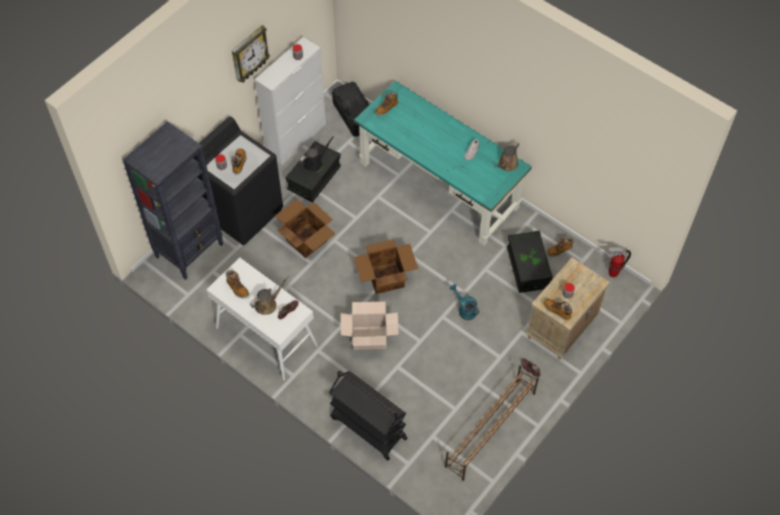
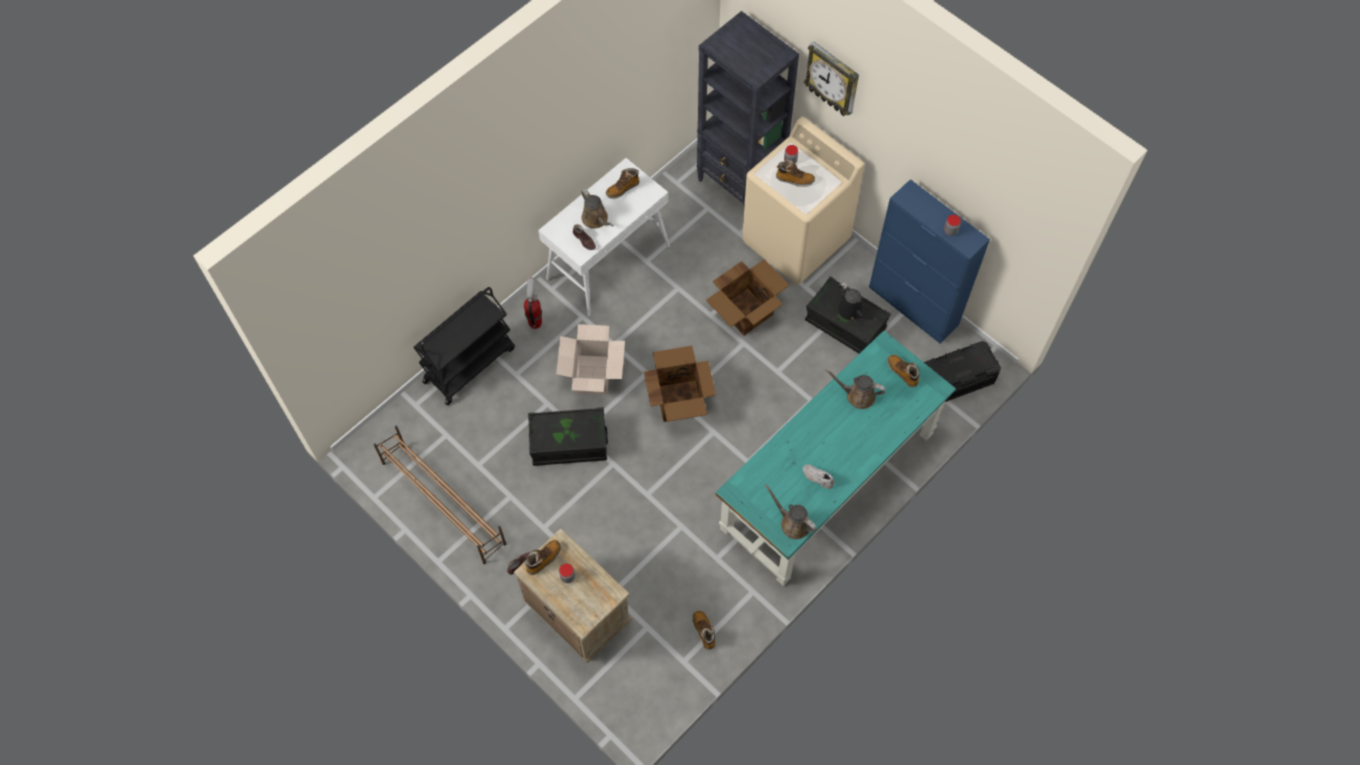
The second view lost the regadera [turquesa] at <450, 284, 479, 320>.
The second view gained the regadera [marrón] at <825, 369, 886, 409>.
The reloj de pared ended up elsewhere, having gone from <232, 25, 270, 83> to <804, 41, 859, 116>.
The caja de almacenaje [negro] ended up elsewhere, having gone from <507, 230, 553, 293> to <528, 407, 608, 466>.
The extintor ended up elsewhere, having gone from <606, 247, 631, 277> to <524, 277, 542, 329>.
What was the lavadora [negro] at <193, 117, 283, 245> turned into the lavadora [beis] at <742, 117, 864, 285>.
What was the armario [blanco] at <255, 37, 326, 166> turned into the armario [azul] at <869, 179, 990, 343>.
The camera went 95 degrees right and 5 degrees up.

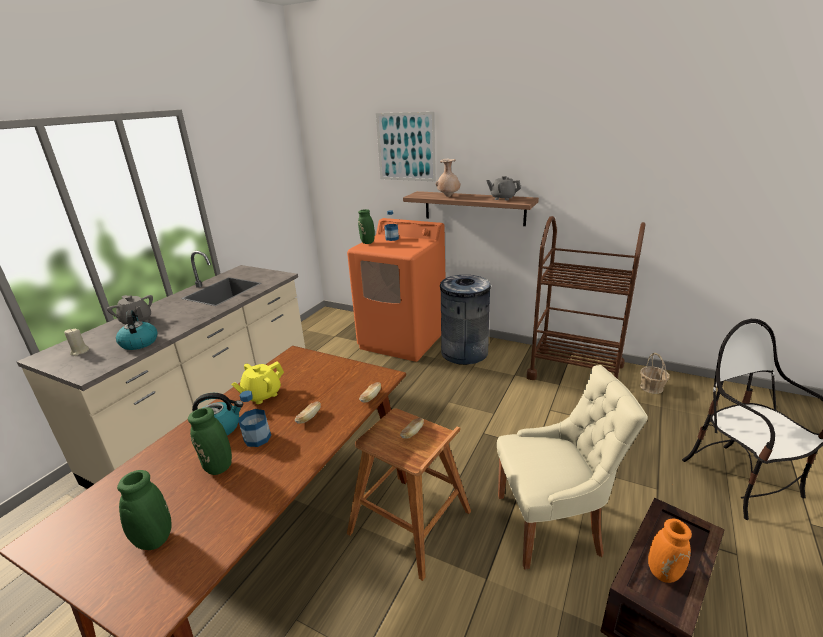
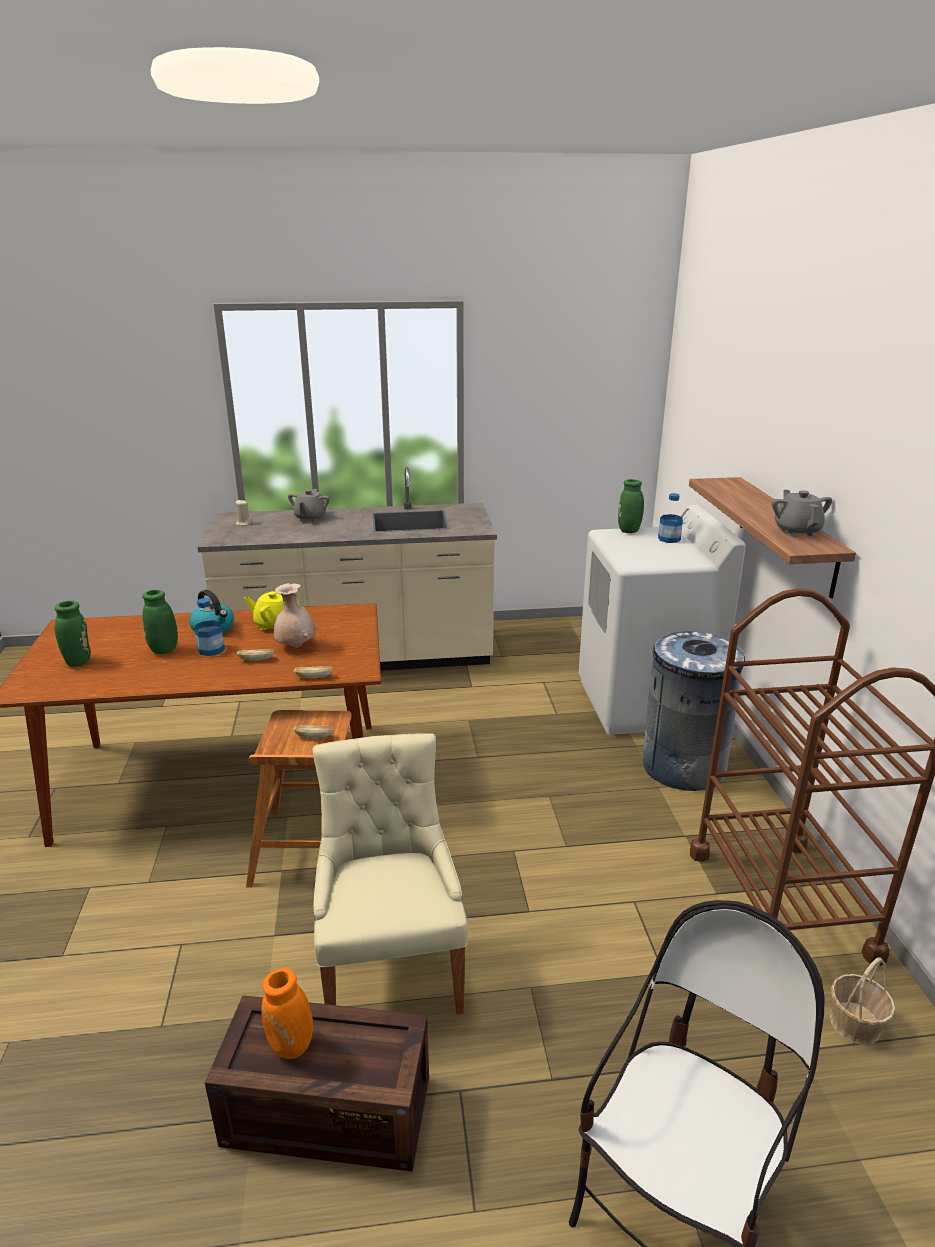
The second view lost the hervidor at <116, 310, 157, 350>.
The second view lost the cuadro at <376, 112, 436, 181>.
The florero [beis] ended up elsewhere, having gone from <436, 159, 461, 197> to <274, 583, 316, 648>.
What was the lavadora [naranja] at <347, 218, 445, 362> turned into the lavadora [blanco] at <579, 505, 746, 735>.
The silla [beis] at <497, 365, 648, 569> ended up facing another way, 150 degrees counterclockwise from before.
The camera went 55 degrees right and 0 degrees up.

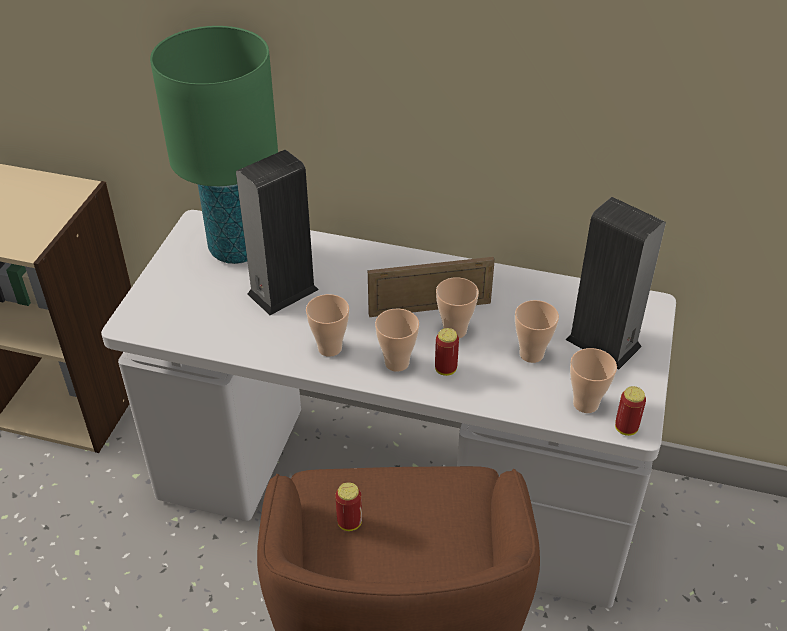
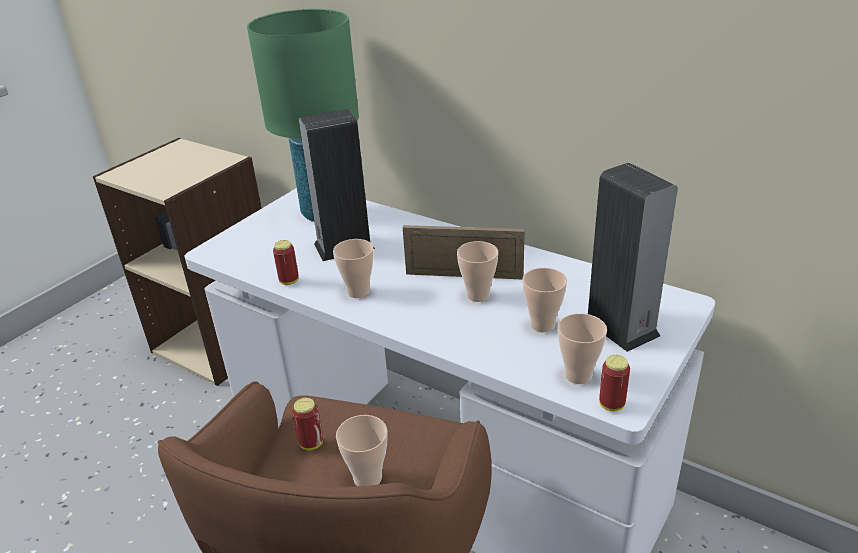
The taza ended up elsewhere, having gone from <375, 308, 419, 372> to <336, 415, 387, 486>.
The lata ended up elsewhere, having gone from <435, 328, 459, 376> to <273, 240, 299, 285>.
The camera went 20 degrees right and 10 degrees down.

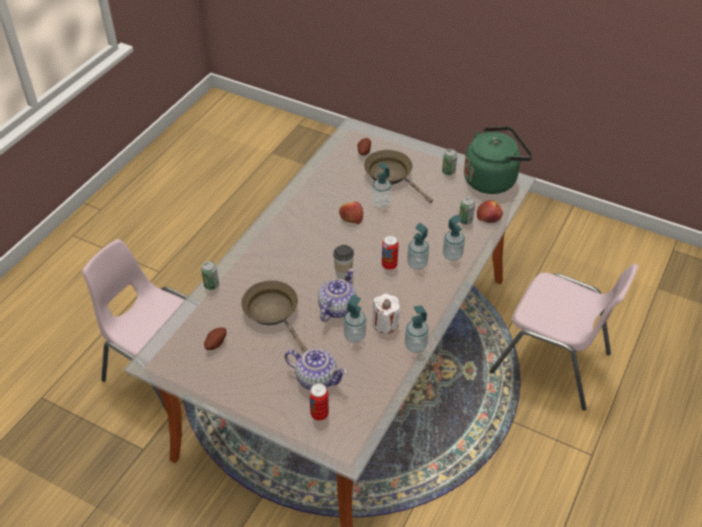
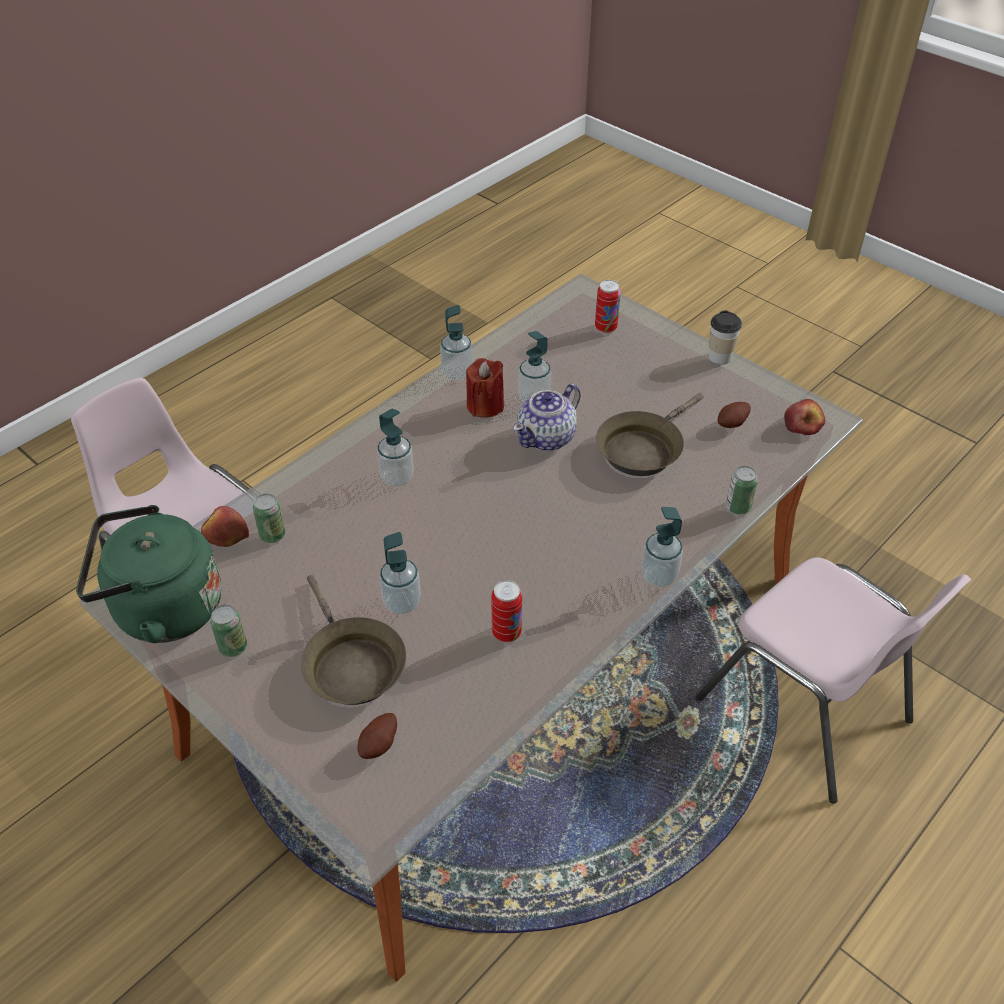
The second view lost the tetera at <285, 349, 348, 390>.
The taza ended up elsewhere, having gone from <333, 245, 354, 279> to <709, 311, 742, 364>.
The manzana ended up elsewhere, having gone from <339, 201, 363, 224> to <784, 399, 826, 435>.
The lata ended up elsewhere, having gone from <382, 235, 399, 270> to <491, 580, 522, 642>.
The dispensador de jabón ended up elsewhere, having gone from <443, 214, 465, 261> to <641, 507, 683, 587>.
What was the vela [blanco] at <372, 294, 401, 333> turned into the vela [rojo] at <466, 358, 504, 418>.
The sartén [marrón] at <241, 280, 308, 352> ended up facing another way, 60 degrees clockwise from before.
The camera went 165 degrees left and 0 degrees up.

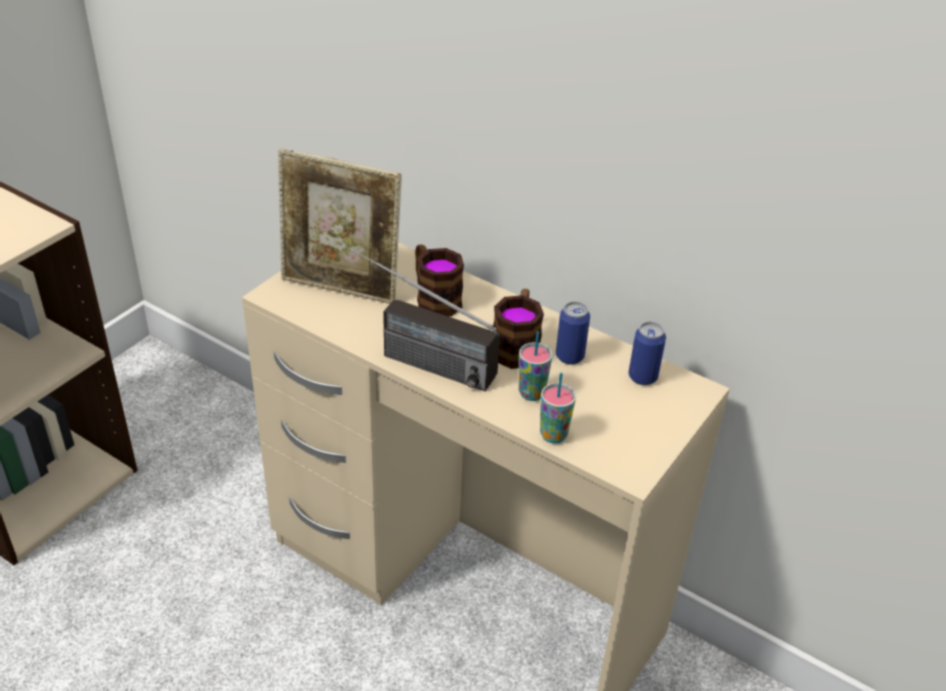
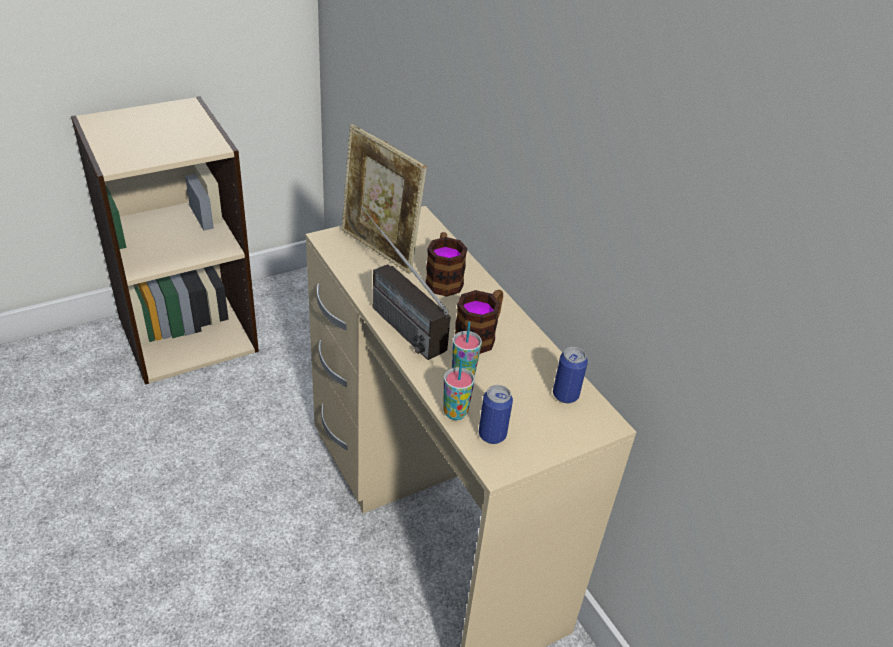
The lata ended up elsewhere, having gone from <556, 301, 590, 364> to <479, 385, 513, 444>.
The camera went 25 degrees right and 0 degrees up.

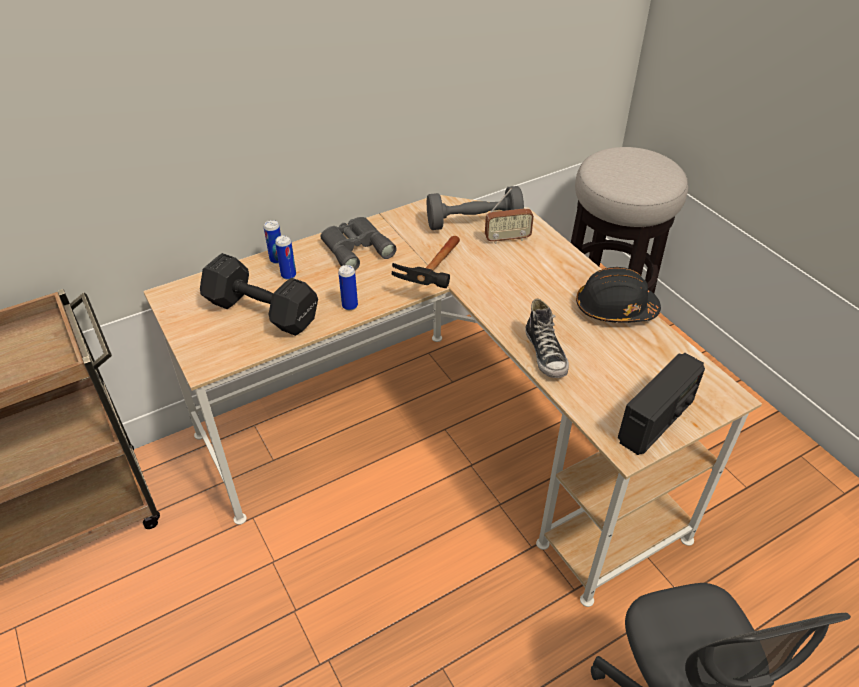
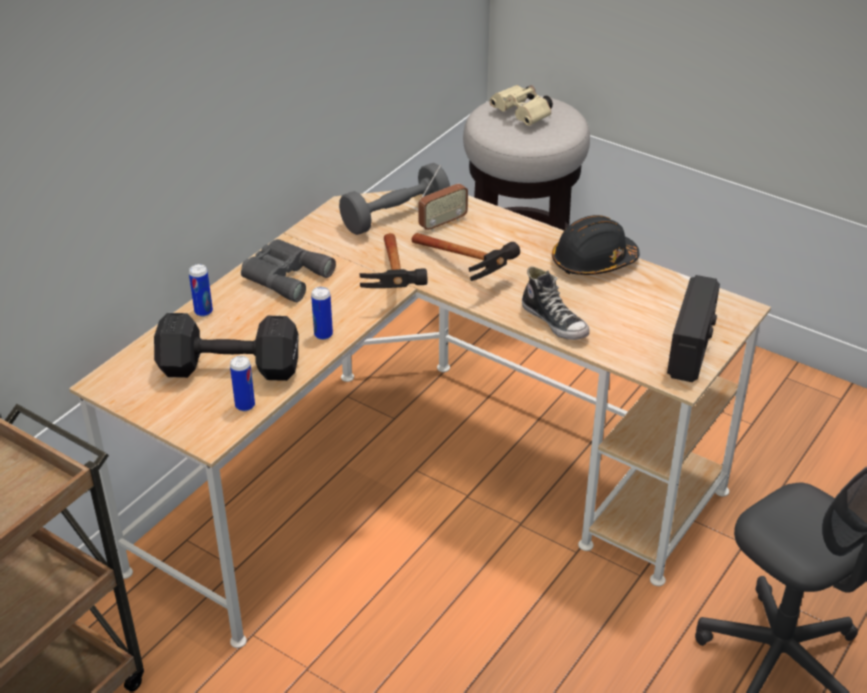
The second view gained the martillo at <411, 233, 520, 281>.
The second view gained the prismáticos [beis] at <489, 85, 553, 126>.
The lata ended up elsewhere, having gone from <275, 235, 296, 280> to <230, 356, 255, 411>.
The camera went 25 degrees left and 5 degrees down.

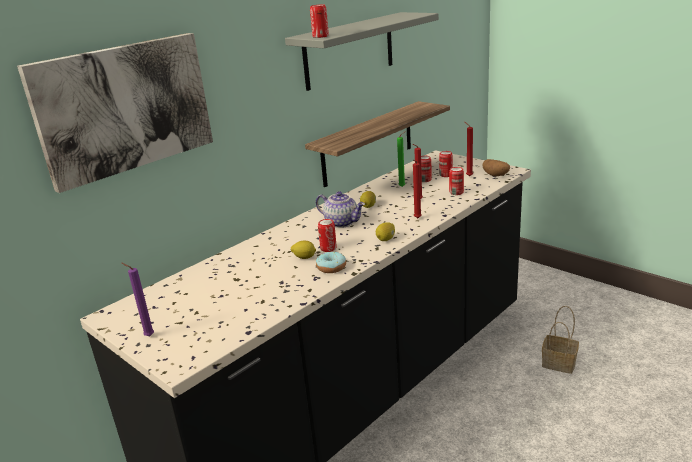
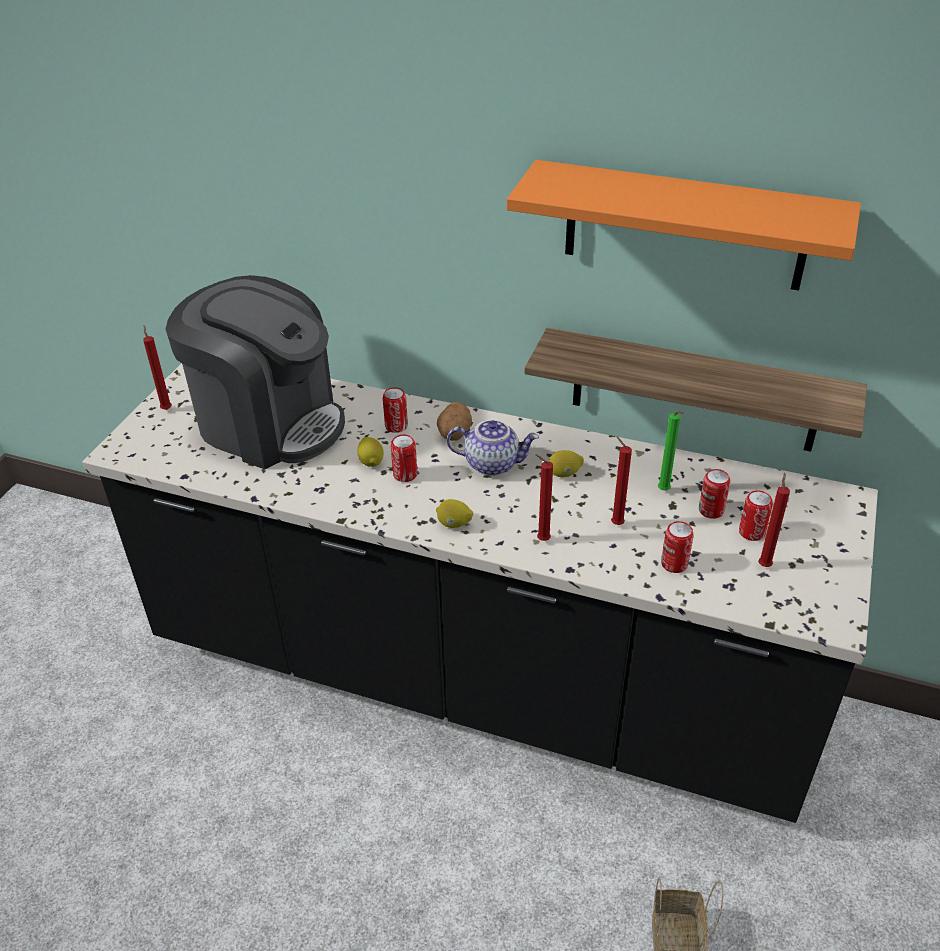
The second view lost the cuadro at <17, 33, 213, 193>.
The second view lost the rosquilla at <316, 252, 346, 273>.
The second view gained the cafetera at <166, 275, 345, 469>.
The lata ended up elsewhere, having gone from <310, 4, 329, 38> to <383, 387, 408, 433>.
The patata ended up elsewhere, having gone from <482, 159, 510, 177> to <437, 402, 472, 441>.
What was the vela [morado] at <121, 263, 154, 336> turned into the vela [rojo] at <143, 325, 172, 410>.
What was the estante [gris] at <285, 12, 439, 91> turned into the estante [naranja] at <507, 160, 861, 290>.
The tetera at <316, 191, 365, 228> ended up facing another way, 90 degrees counterclockwise from before.
The camera went 65 degrees right and 15 degrees up.

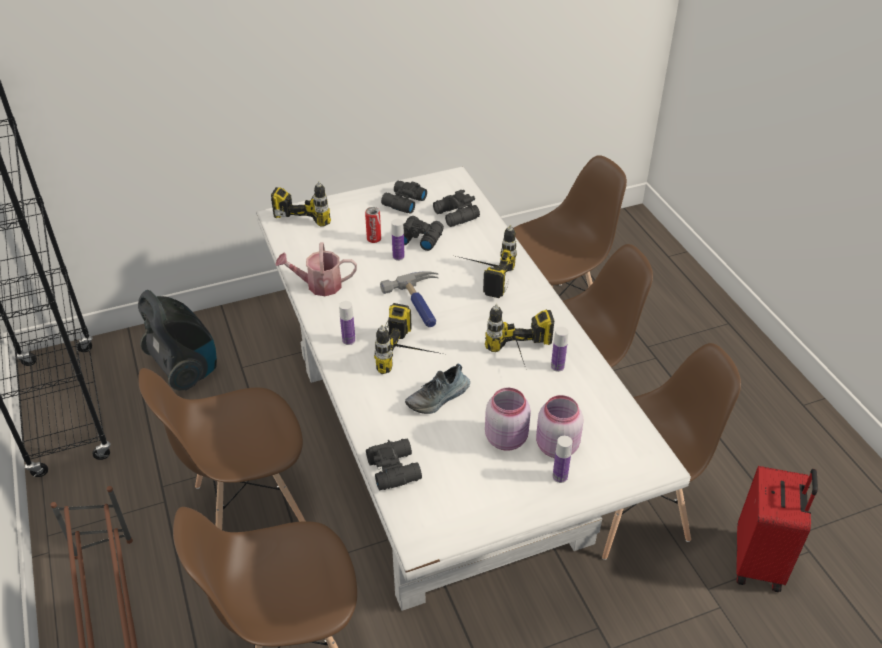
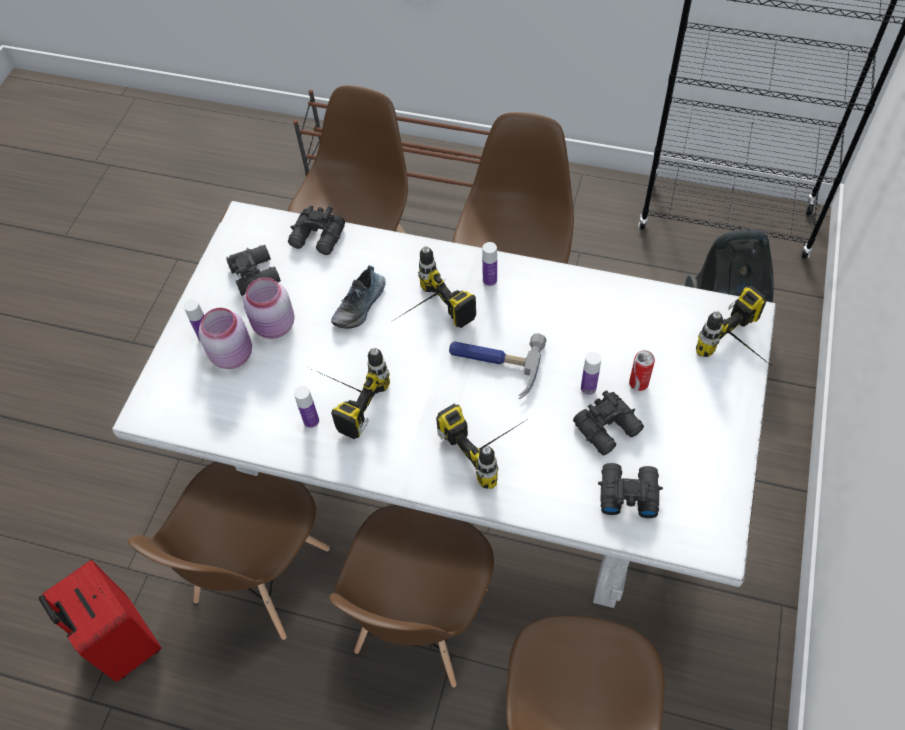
The second view lost the regadera at <275, 242, 357, 296>.
The prismáticos [negro] ended up elsewhere, having gone from <381, 181, 427, 214> to <226, 245, 281, 296>.
The zapato at <405, 363, 470, 414> ended up facing another way, 150 degrees counterclockwise from before.
The camera went 130 degrees right and 15 degrees up.

